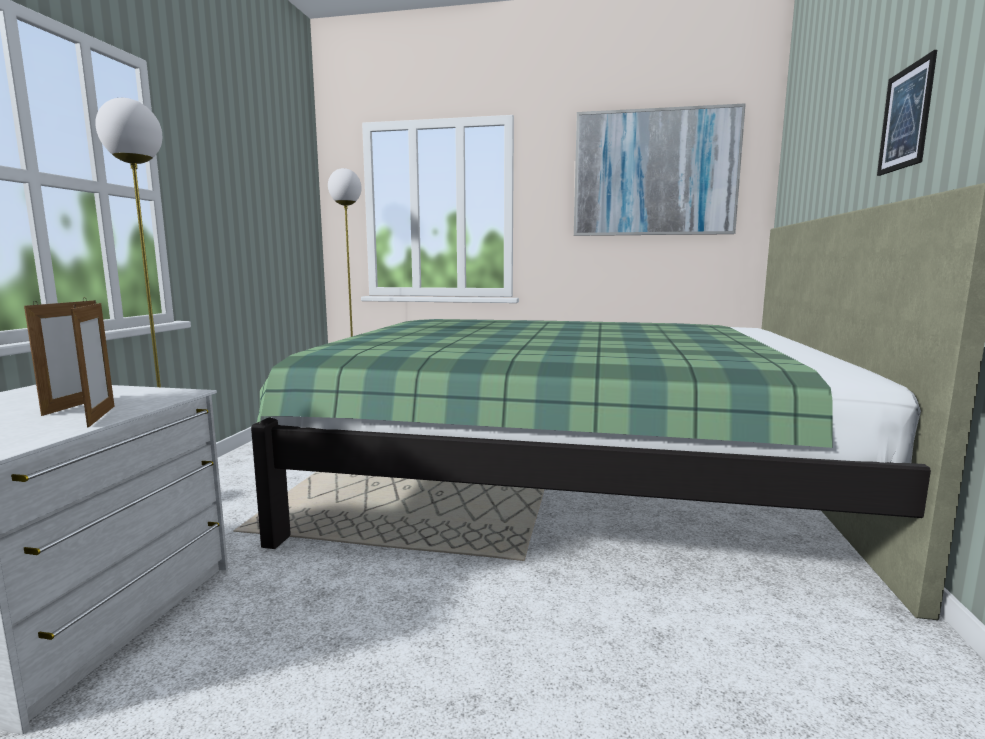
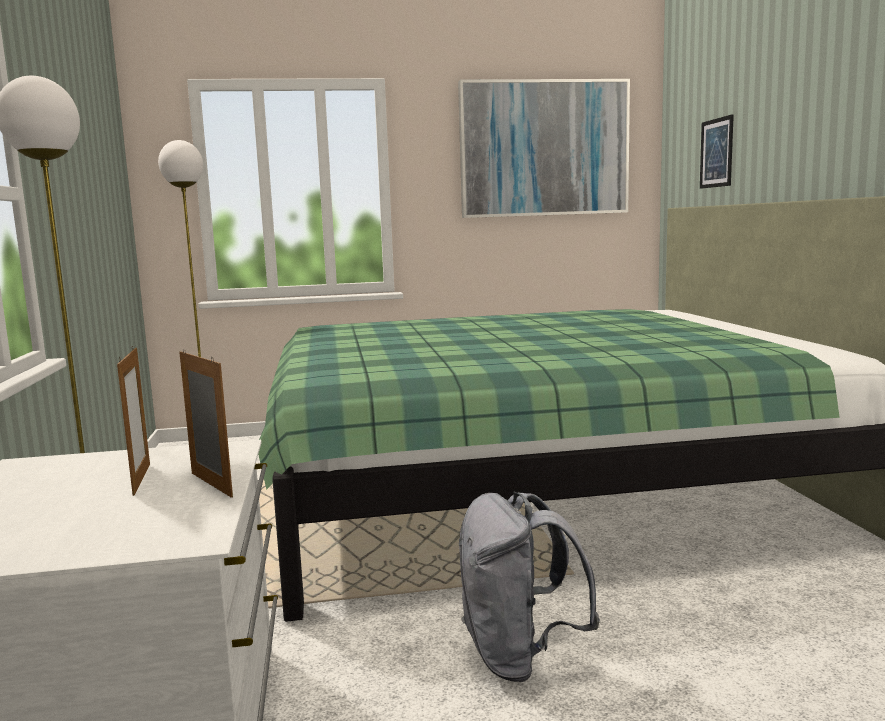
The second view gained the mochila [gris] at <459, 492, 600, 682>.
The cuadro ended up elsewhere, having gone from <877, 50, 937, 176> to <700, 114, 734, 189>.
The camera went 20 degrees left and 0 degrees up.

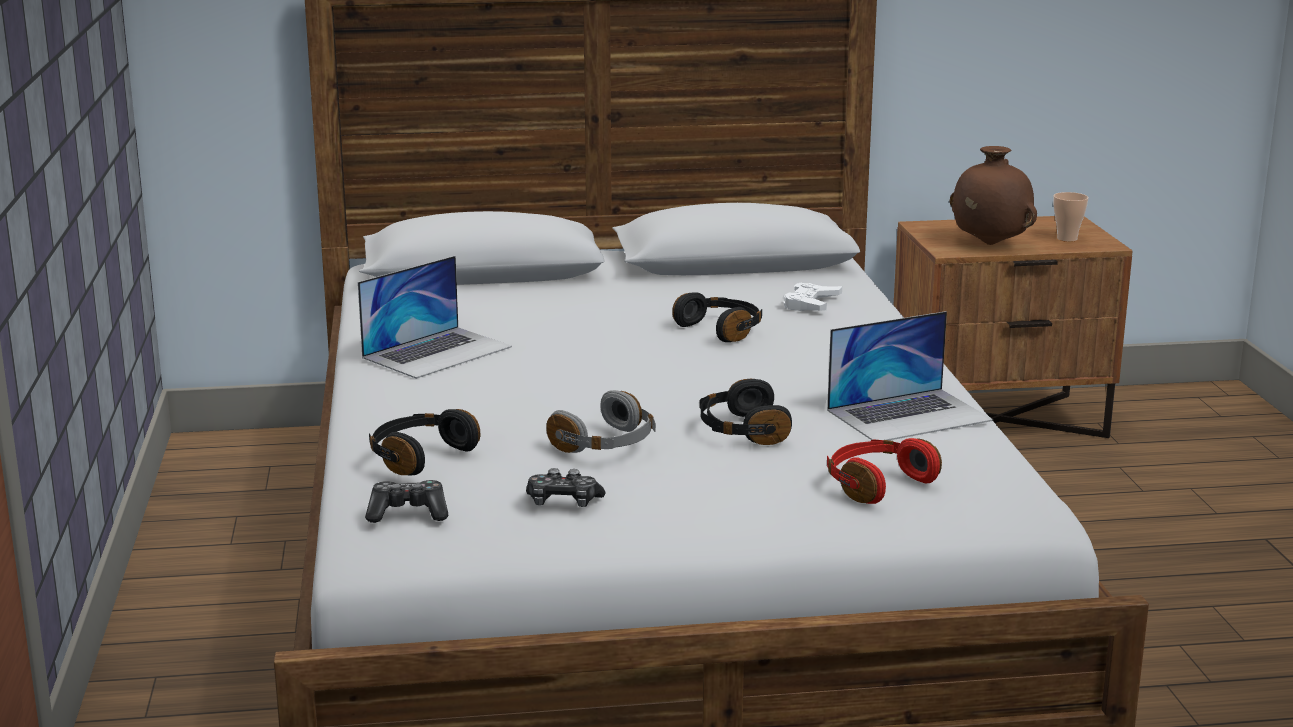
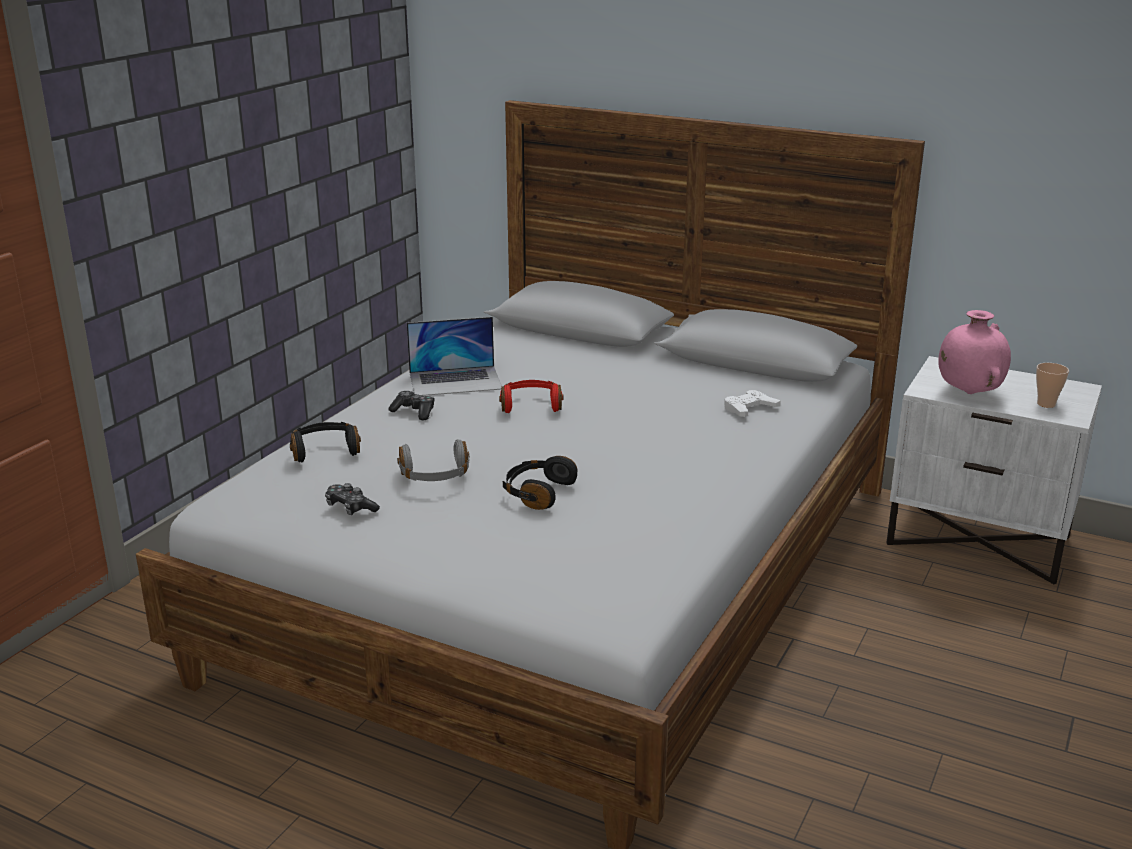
The second view lost the auriculares [negro] at <672, 292, 762, 342>.
The second view lost the portátil at <827, 311, 993, 440>.
The mando de consola ended up elsewhere, having gone from <365, 480, 448, 523> to <388, 391, 434, 421>.
The auriculares [rojo] ended up elsewhere, having gone from <827, 438, 942, 504> to <499, 380, 564, 413>.
What was the mesita de noche [marrón] at <894, 216, 1133, 438> turned into the mesita de noche [blanco] at <886, 356, 1102, 584>.
What was the florero [marrón] at <950, 146, 1037, 245> turned into the florero [rosa] at <939, 310, 1011, 394>.
The camera went 35 degrees right and 5 degrees up.

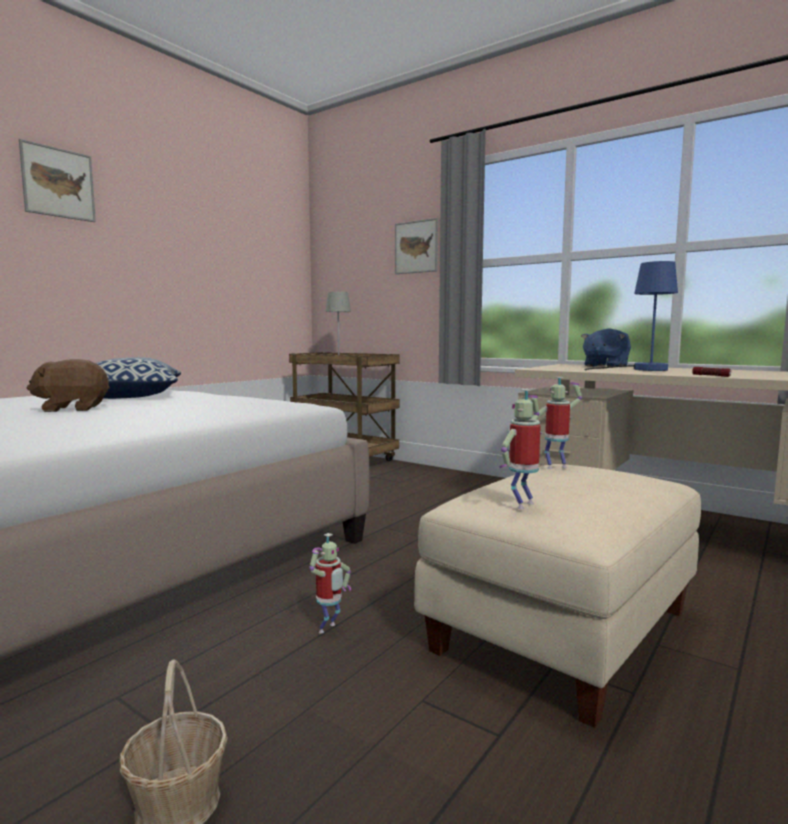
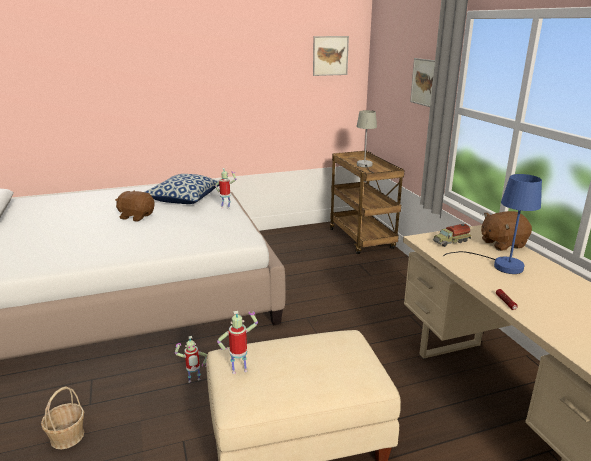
The second view gained the camión de juguete at <433, 224, 471, 247>.
The cuadro ended up elsewhere, having gone from <19, 139, 96, 222> to <313, 36, 349, 76>.
The robot de juguete ended up elsewhere, having gone from <538, 377, 582, 469> to <215, 168, 236, 209>.
What was the peluche [azul] at <581, 328, 631, 367> turned into the peluche [marrón] at <481, 211, 532, 251>.
The camera went 35 degrees right and 15 degrees up.

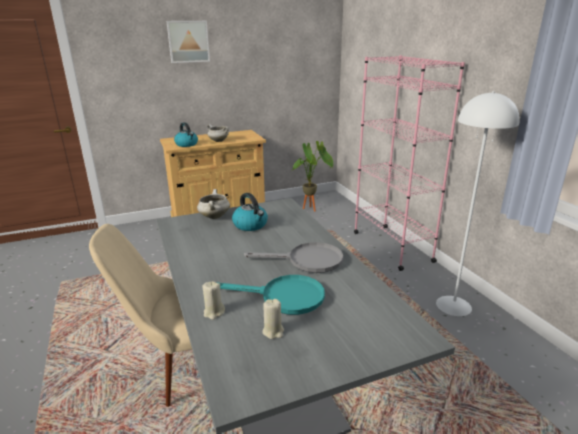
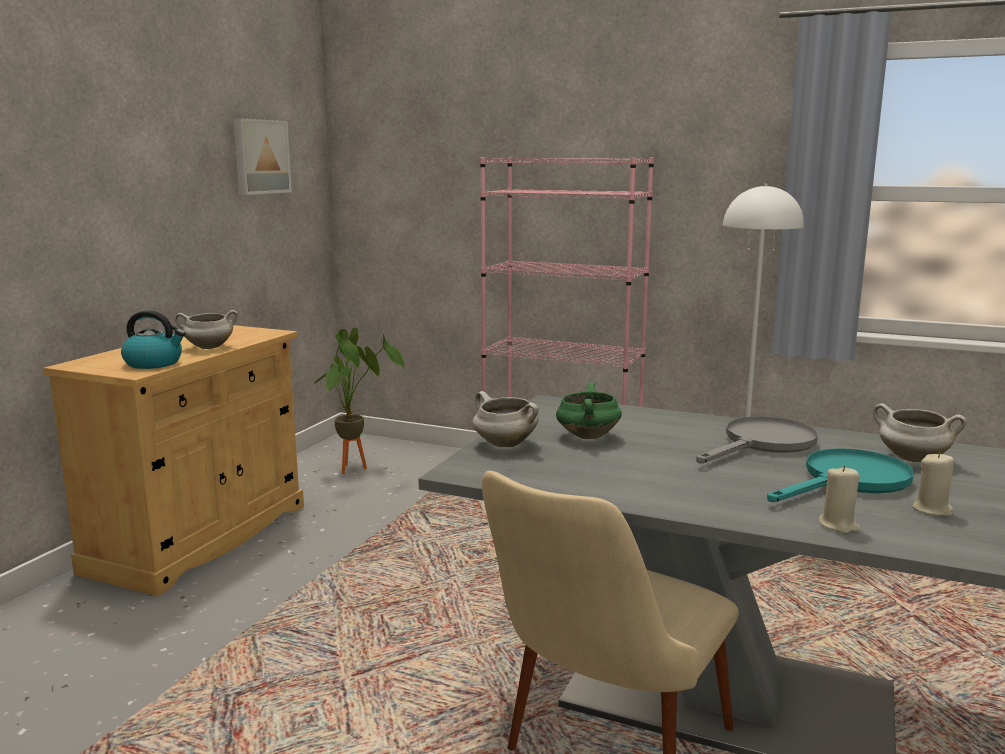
The second view gained the olla [blanco] at <873, 403, 967, 462>.
The cuadro ended up elsewhere, having gone from <166, 21, 210, 63> to <233, 118, 292, 195>.
Where the hervidor stood at <232, 193, 268, 231>, the olla [verde] came to stand at <556, 383, 622, 439>.
The camera went 45 degrees left and 10 degrees down.

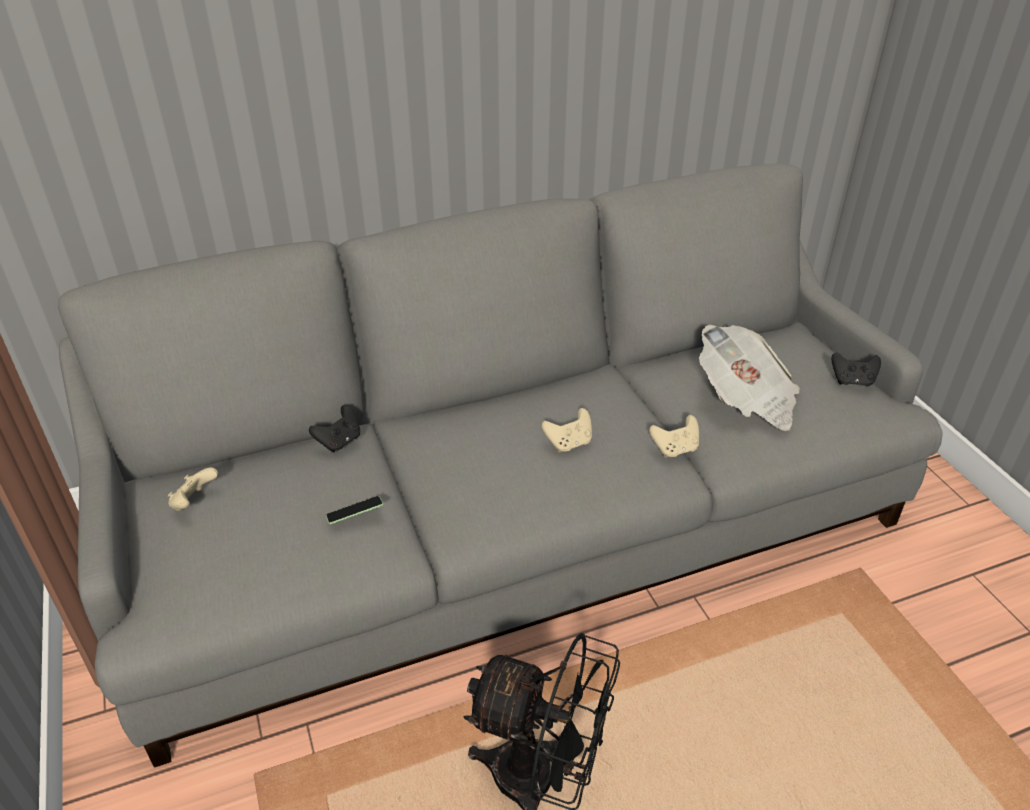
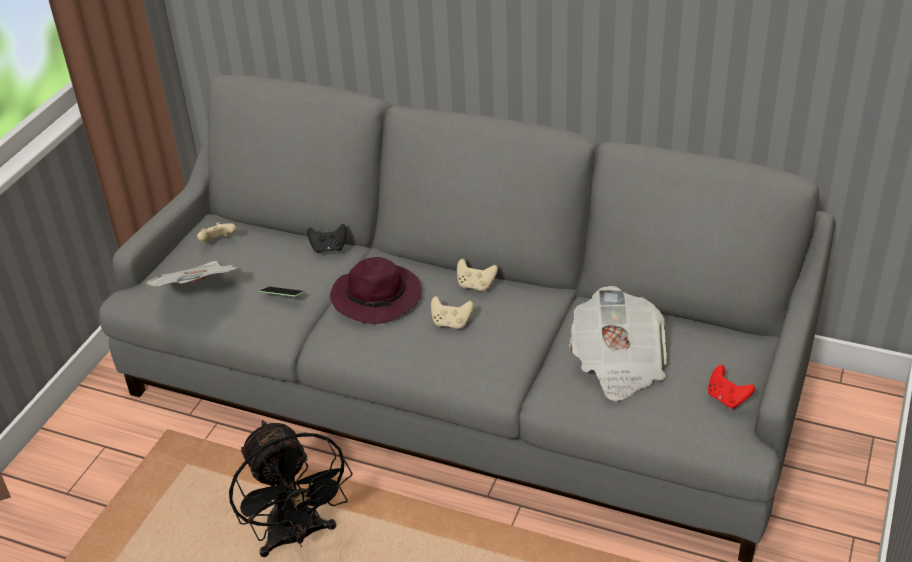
The second view gained the periódico at <146, 261, 239, 286>.
The second view gained the sombrero [morado] at <330, 257, 422, 324>.
The mando de consola [beis] ended up elsewhere, having gone from <649, 415, 699, 457> to <457, 259, 498, 291>.
What was the mando de consola [negro] at <832, 352, 881, 386> turned into the mando de consola [rojo] at <708, 365, 755, 409>.
The camera went 45 degrees right and 0 degrees up.

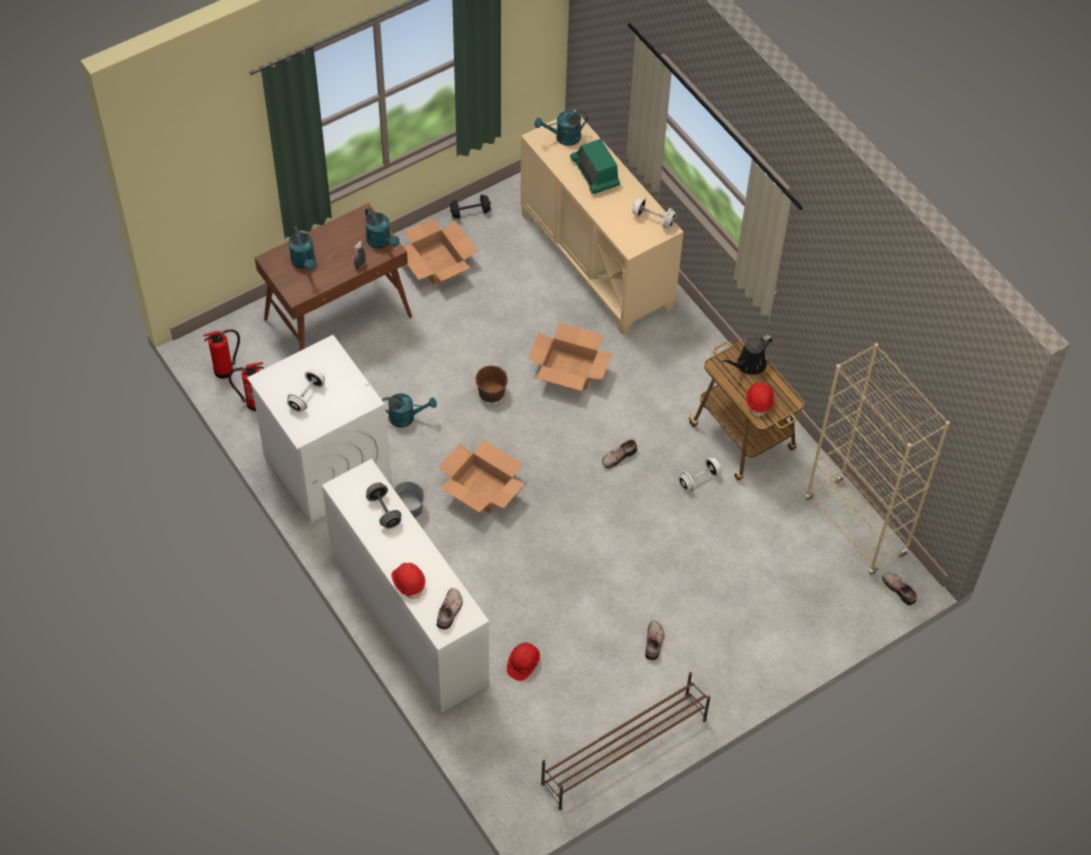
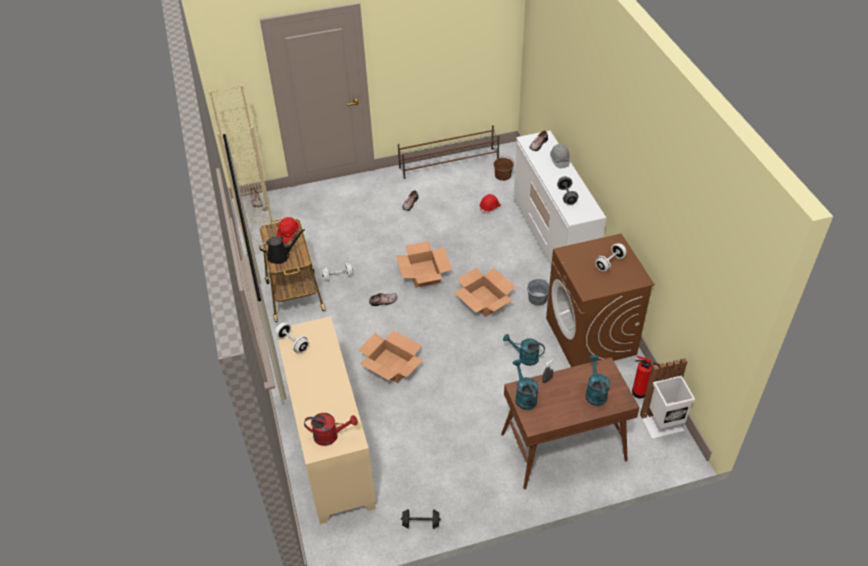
The second view lost the radio at <570, 139, 620, 194>.
The caja de cartón ended up elsewhere, having gone from <403, 218, 478, 286> to <396, 241, 452, 288>.
The cubo [marrón] ended up elsewhere, having gone from <476, 366, 508, 403> to <494, 156, 514, 181>.
Where the extintor stood at <203, 329, 240, 379>, the papelera [blanco] came to stand at <640, 358, 695, 439>.
What was the lavadora [blanco] at <247, 335, 391, 523> turned into the lavadora [marrón] at <546, 233, 655, 367>.
What was the casco [rojo] at <391, 563, 425, 599> turned into the casco [gris] at <550, 144, 570, 168>.
What was the regadera [turquesa] at <535, 110, 588, 146> turned into the regadera [rojo] at <304, 413, 358, 446>.
The camera went 160 degrees left and 10 degrees down.

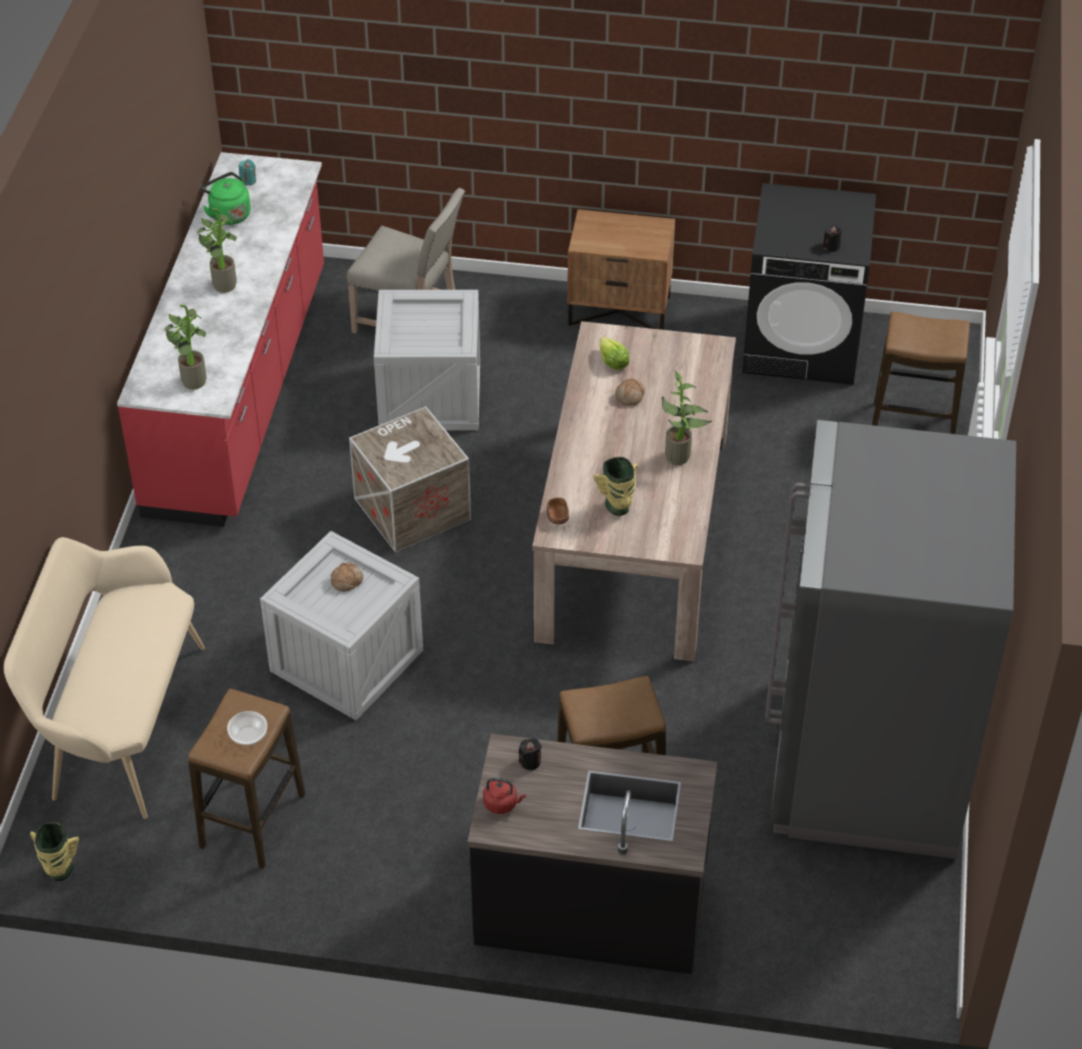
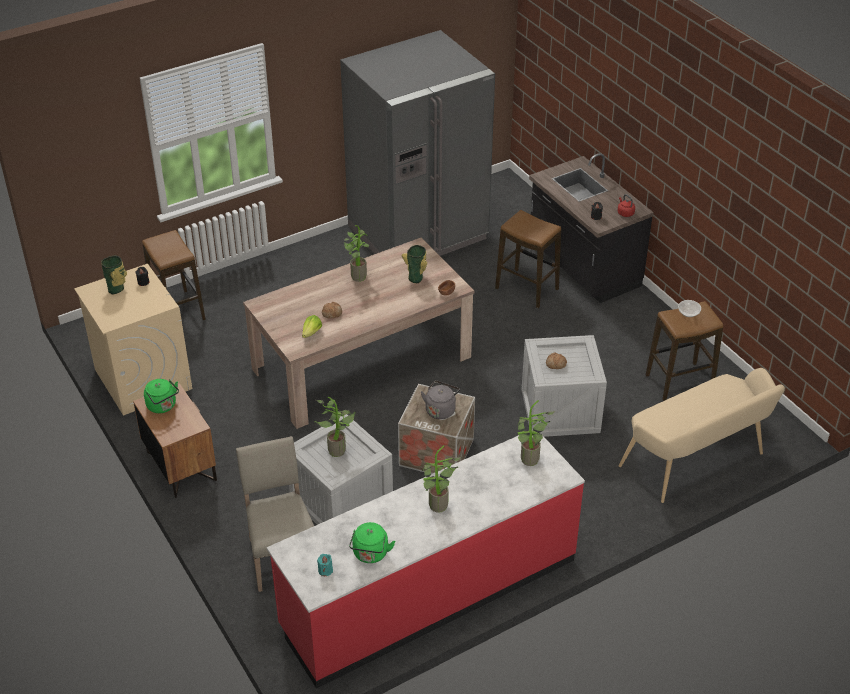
The second view gained the hervidor [verde] at <144, 379, 179, 413>.
The second view gained the planta en maceta at <315, 396, 356, 457>.
The second view gained the hervidor [gris] at <421, 380, 460, 419>.
The florero ended up elsewhere, having gone from <30, 822, 79, 881> to <101, 256, 127, 294>.
What was the lavadora [negro] at <742, 183, 876, 385> turned into the lavadora [beis] at <74, 264, 192, 416>.
The camera went 130 degrees left and 5 degrees down.

